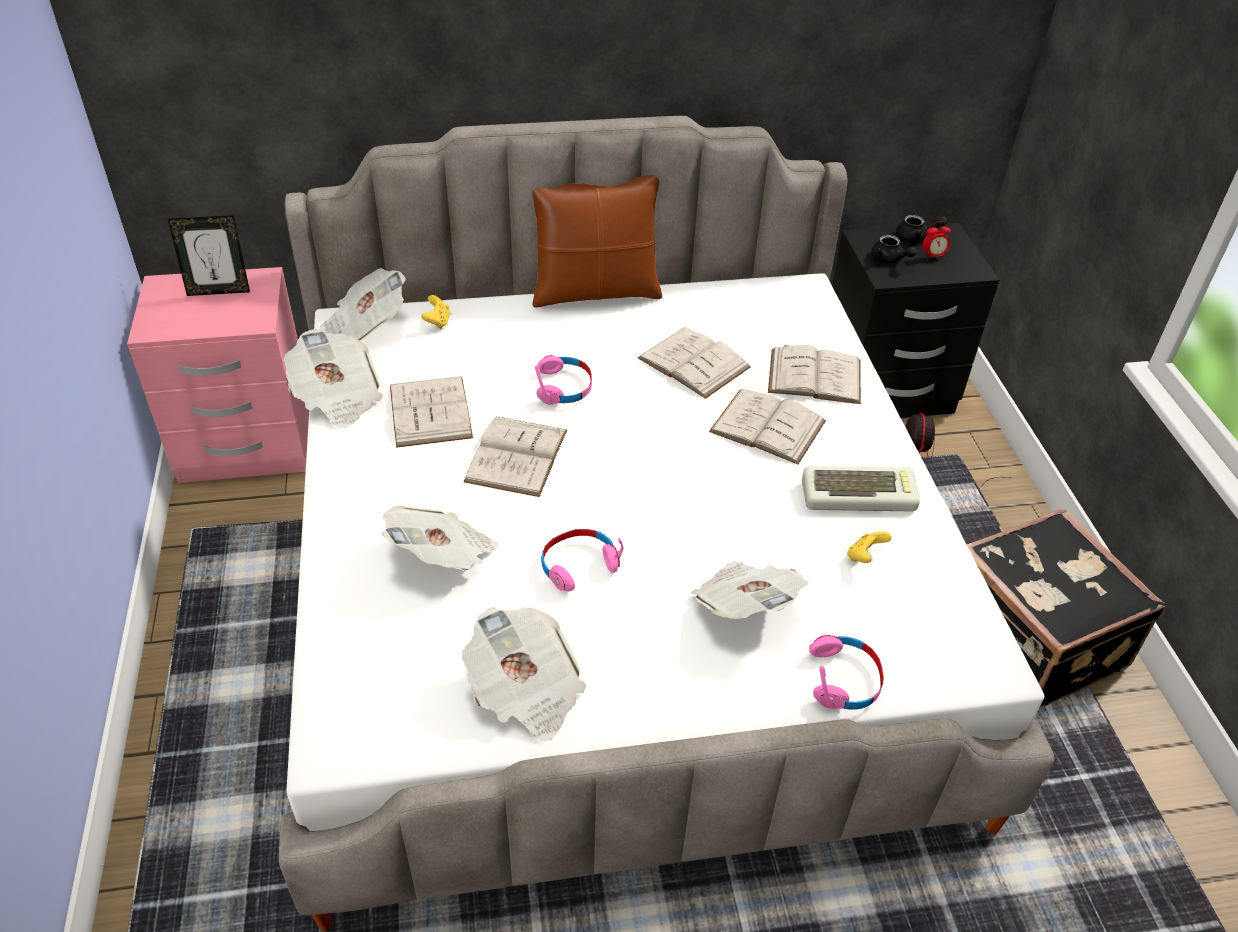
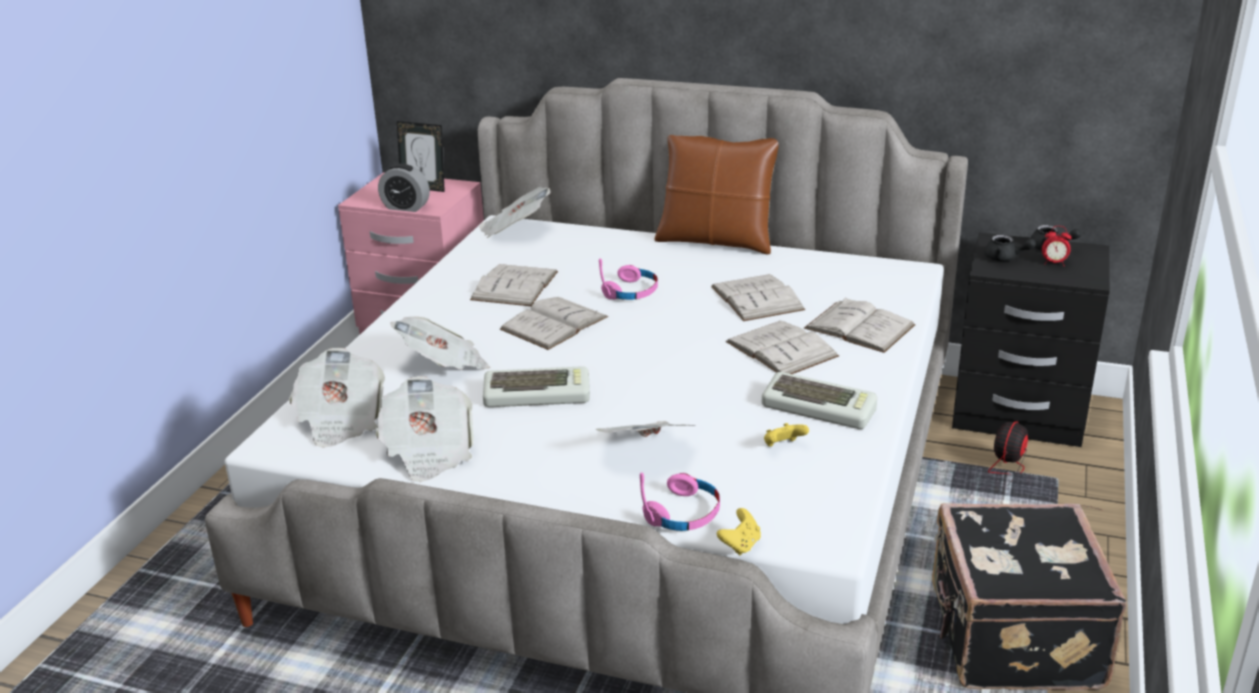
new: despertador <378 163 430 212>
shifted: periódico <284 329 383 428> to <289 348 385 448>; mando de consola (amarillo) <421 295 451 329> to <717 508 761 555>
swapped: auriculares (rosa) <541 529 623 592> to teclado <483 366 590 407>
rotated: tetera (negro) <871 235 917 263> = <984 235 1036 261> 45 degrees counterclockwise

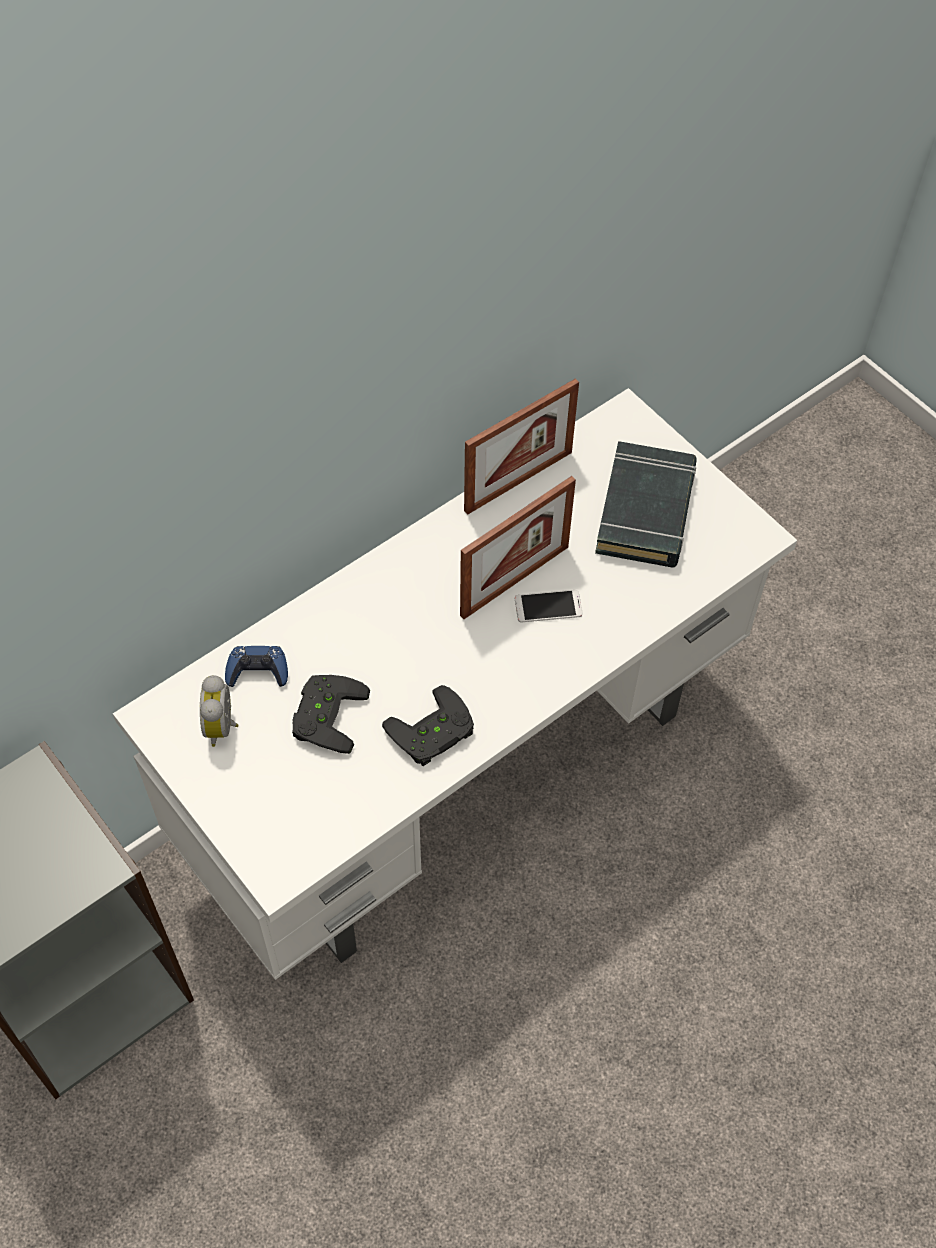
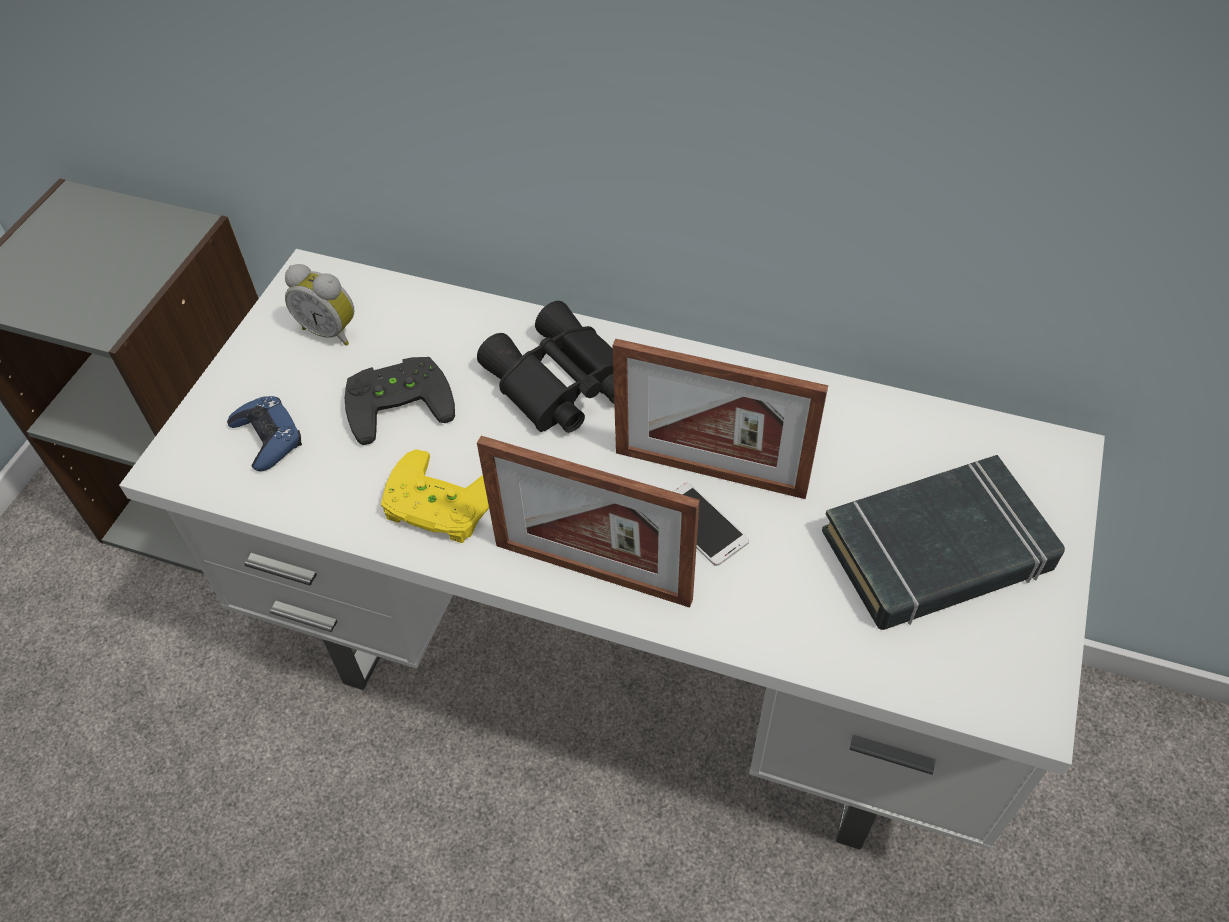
new: prismáticos (negro) <477 301 614 433>
shifted: mando de consola (azul) <225 646 288 687> to <227 396 302 471>; portarretratos <464 378 579 515> to <477 436 700 608>
repainted: mando de consola (negro) <382 685 474 766> to mando de consola (amarillo) <381 450 489 543>
rotated: despertador <200 675 239 747> = <285 264 354 346> 120 degrees counterclockwise

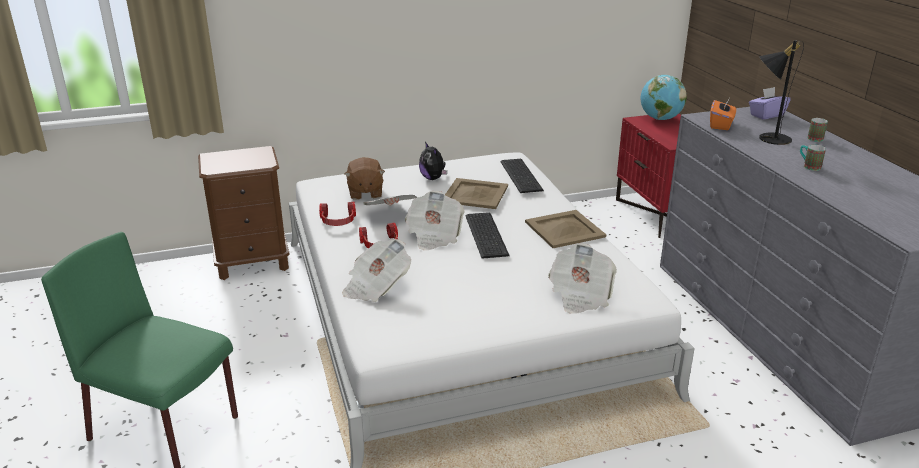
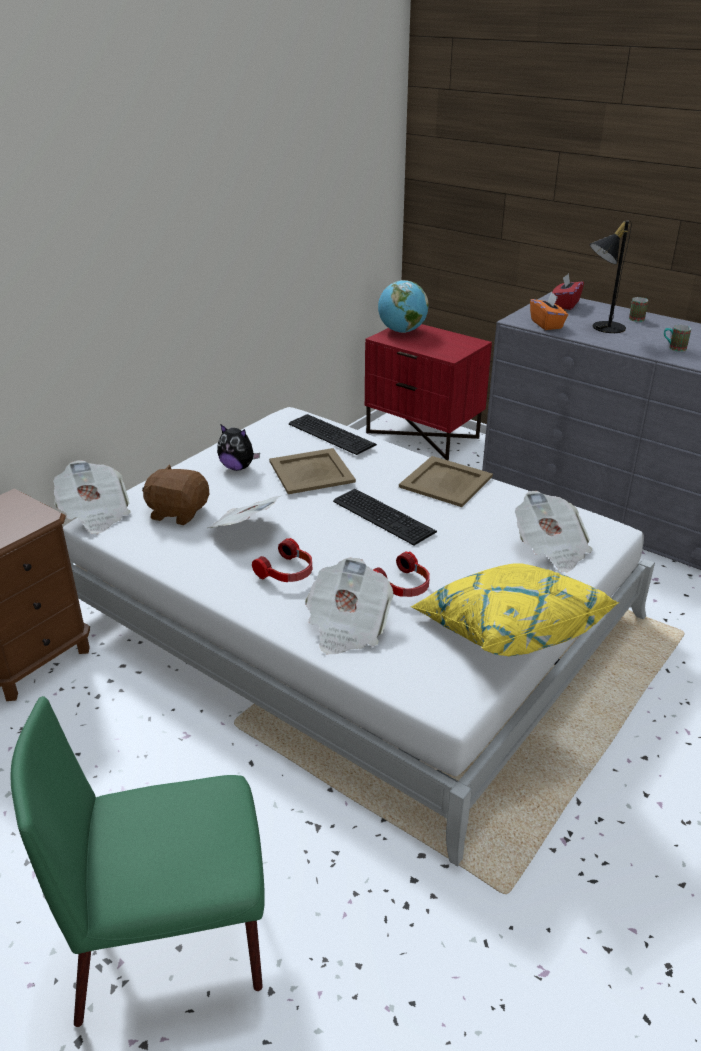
new: cojín (amarillo) <410 563 619 656>
shifted: auriculares <319 202 356 226> to <373 551 430 597>; periódico <405 191 465 250> to <53 460 131 534>
repainted: caja de pañuelos (morado) <749 87 791 119> to caja de pañuelos (rojo) <552 273 584 310>
rotated: peluche (marrón) <345 157 385 200> = <142 464 209 525> 150 degrees clockwise

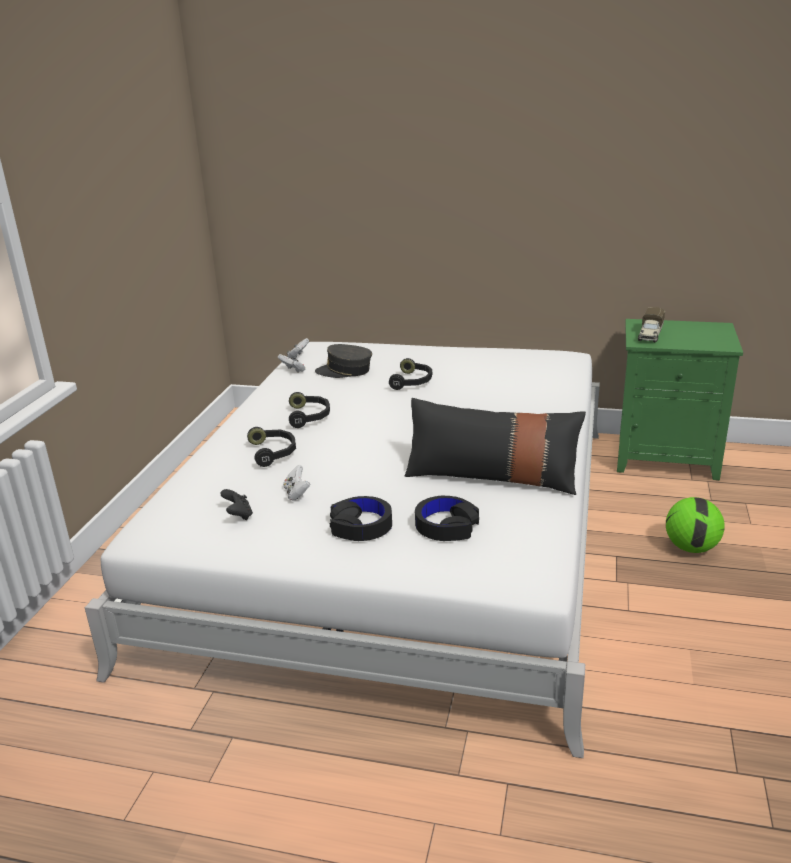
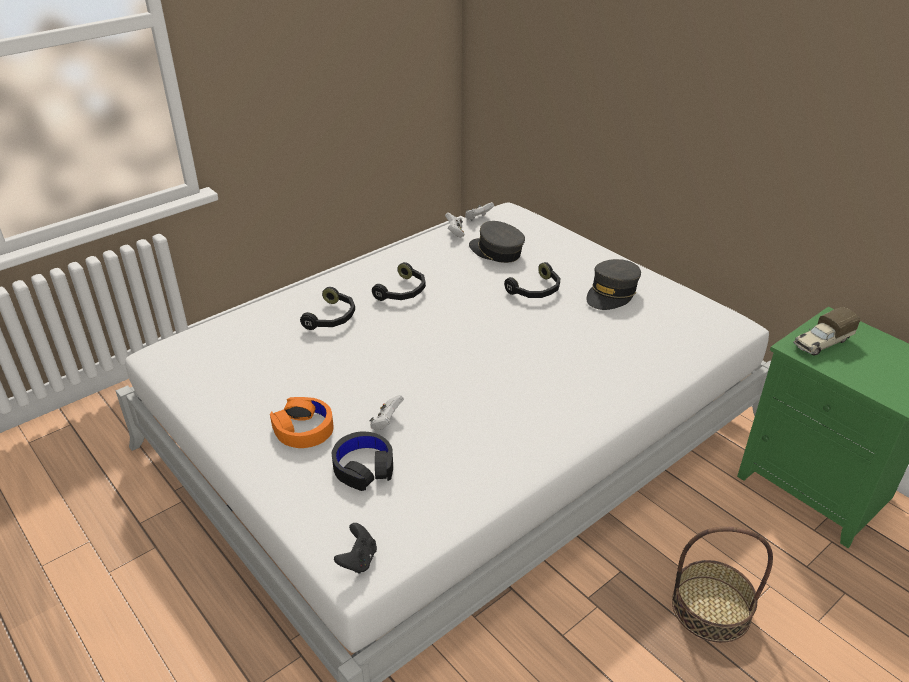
gone: cojín (negro) <405 398 586 495>
new: gorra (gris) <586 259 641 310>
shifted: mando de consola (negro) <220 489 253 520> to <334 523 377 574>; mando de consola (blanco) <283 465 310 501> to <370 395 404 430>
swapped: balón de fútbol <666 497 725 553> to cesta <672 527 773 643>
repainted: auriculares (negro) <330 496 392 541> to auriculares (naranja) <270 397 334 448>

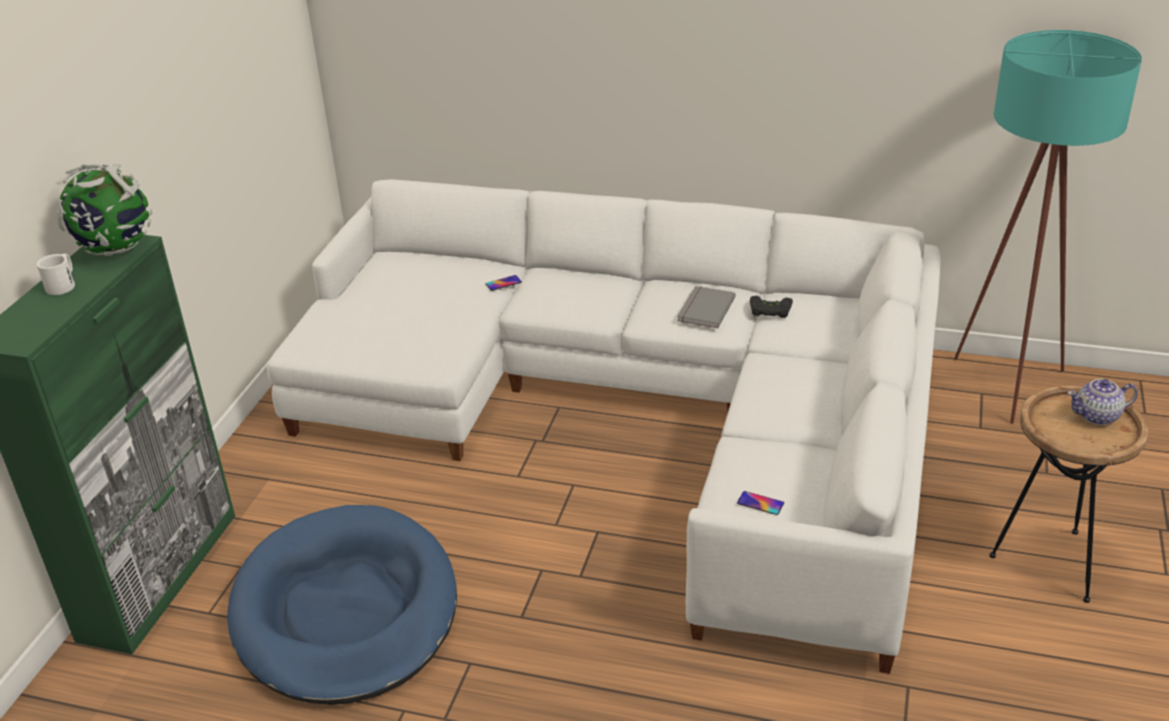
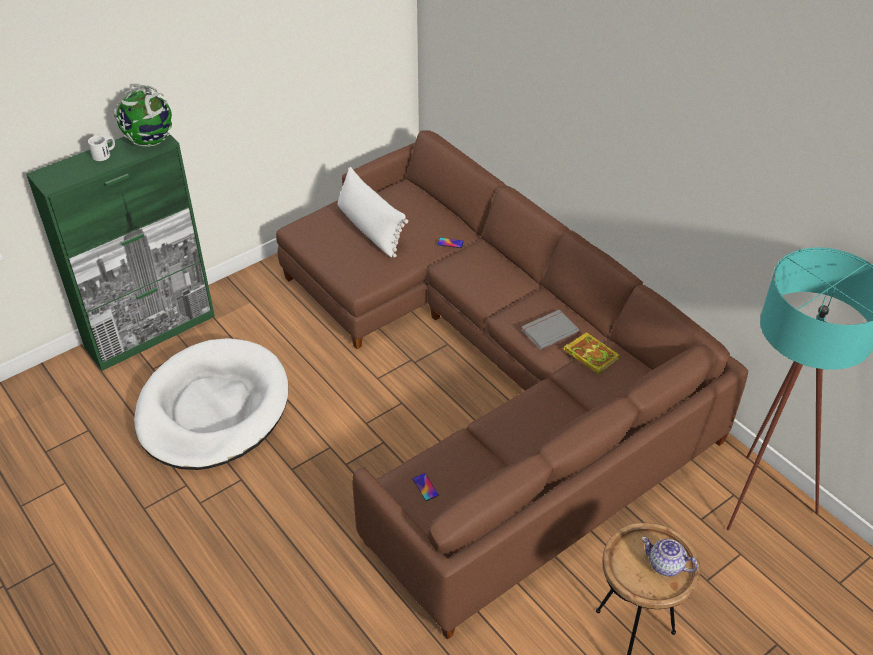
new: cojín (blanco) <338 167 408 258>
swapped: mando de consola (negro) <750 296 793 318> to libro <563 332 619 375>
repainted: cama para perro (azul) <227 505 457 705> to cama para perro (blanco) <134 338 289 470>; sofá (blanco) <267 179 941 674> to sofá (marrón) <276 130 748 640>

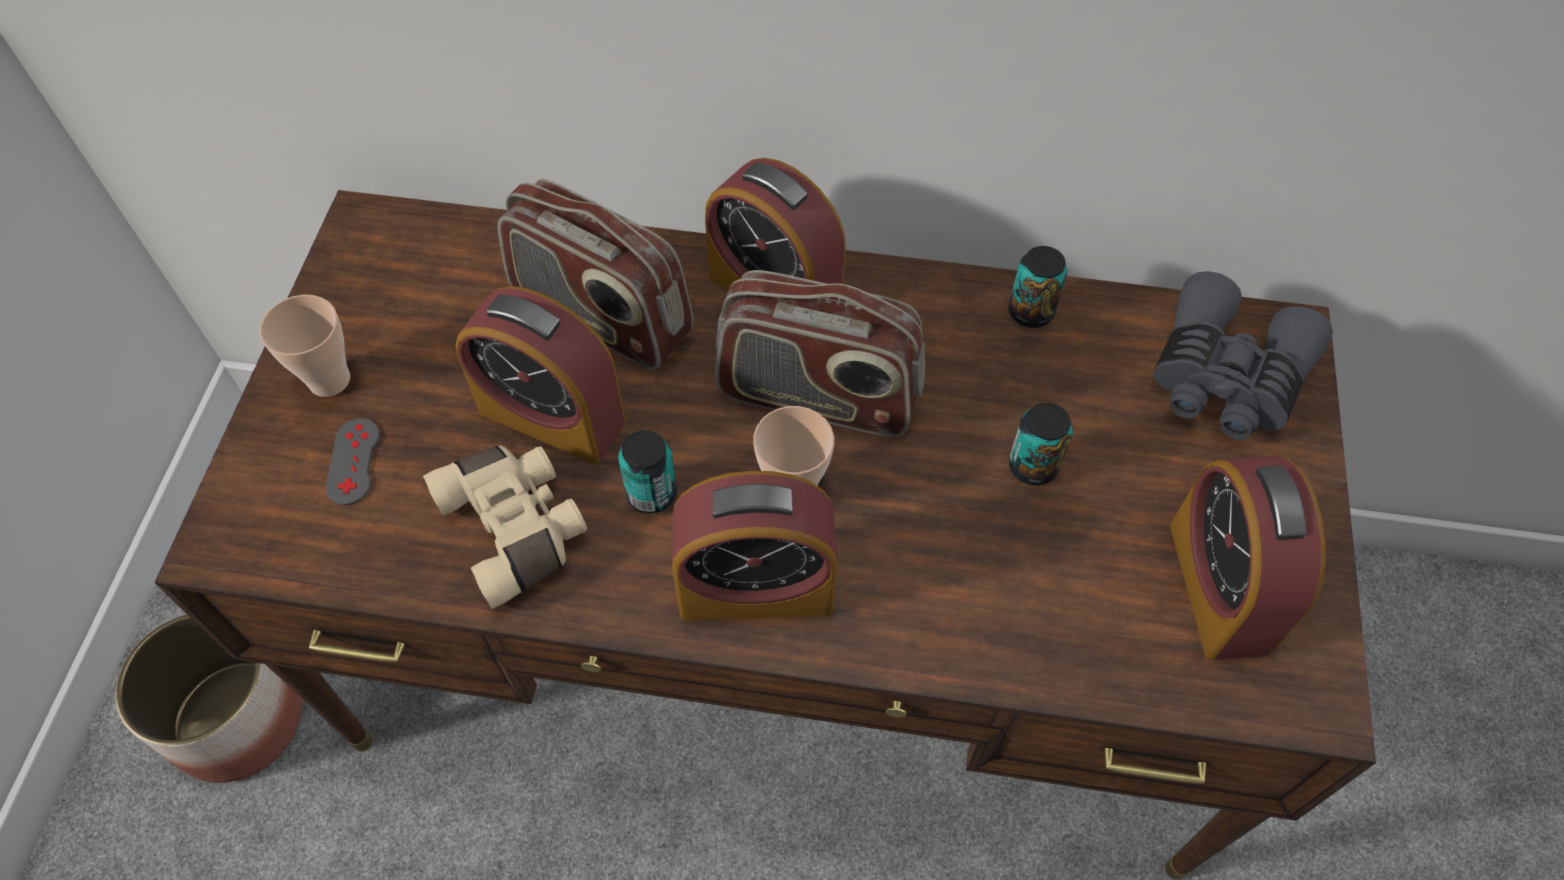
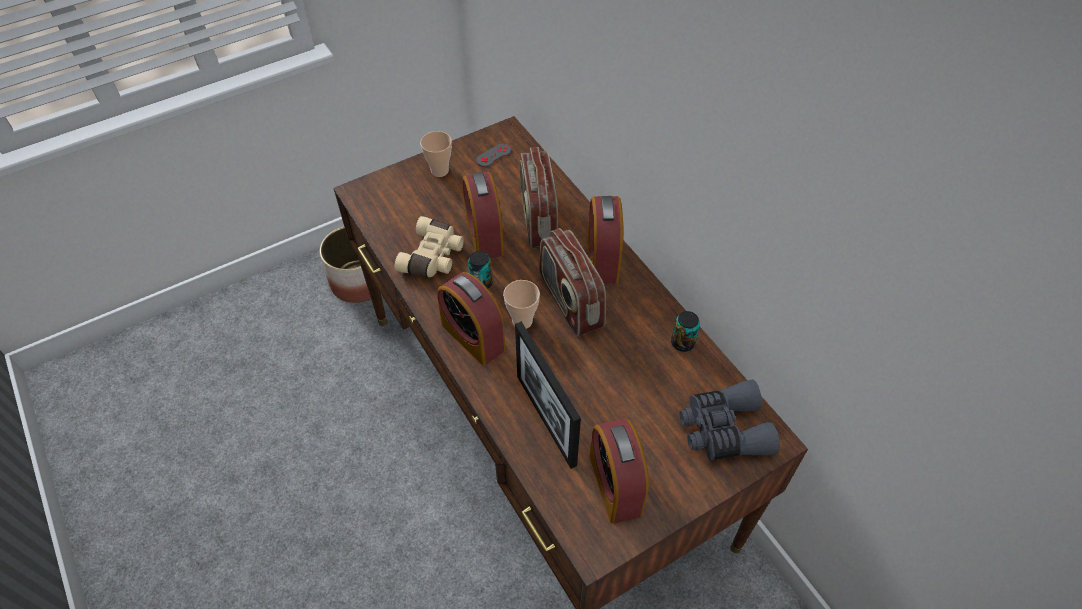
gone: lata <1009 402 1073 486>
new: portarretratos <515 321 581 469>
shifted: mando de consola (gris) <325 418 380 505> to <476 144 511 167>
rotated: despertador <1170 456 1326 660> = <590 418 649 524> 60 degrees counterclockwise

